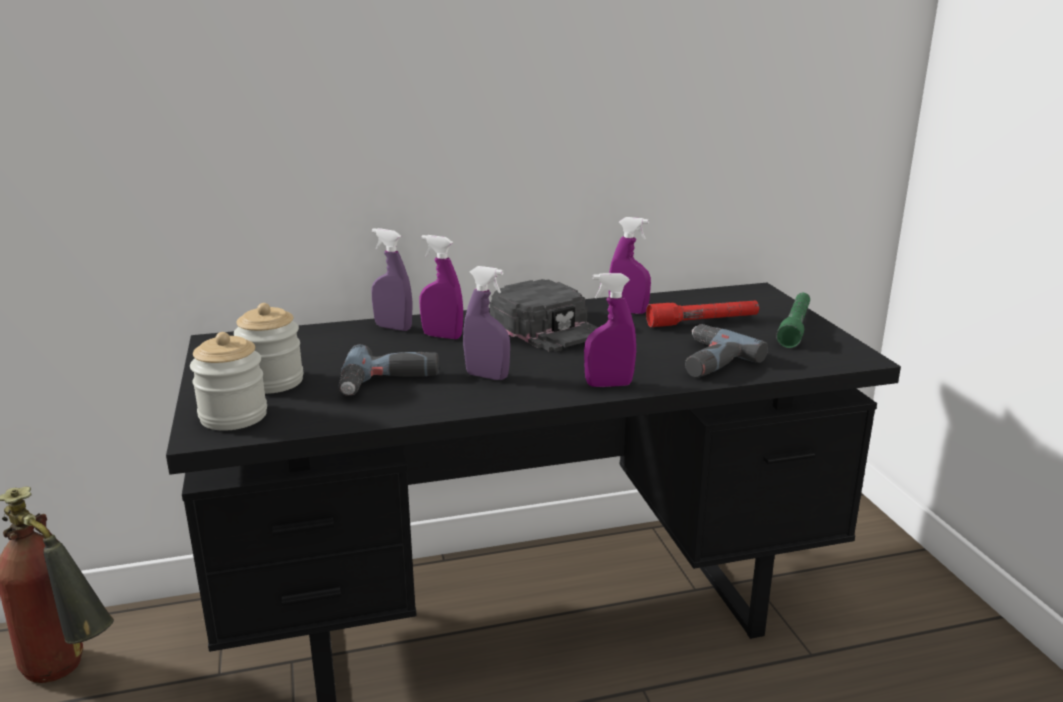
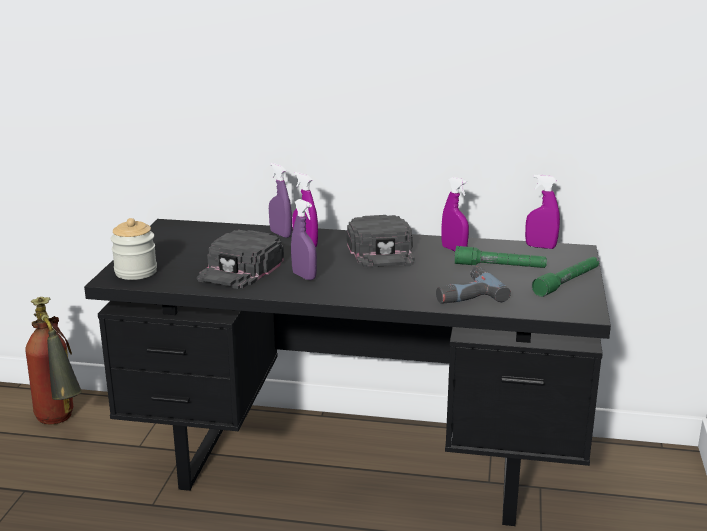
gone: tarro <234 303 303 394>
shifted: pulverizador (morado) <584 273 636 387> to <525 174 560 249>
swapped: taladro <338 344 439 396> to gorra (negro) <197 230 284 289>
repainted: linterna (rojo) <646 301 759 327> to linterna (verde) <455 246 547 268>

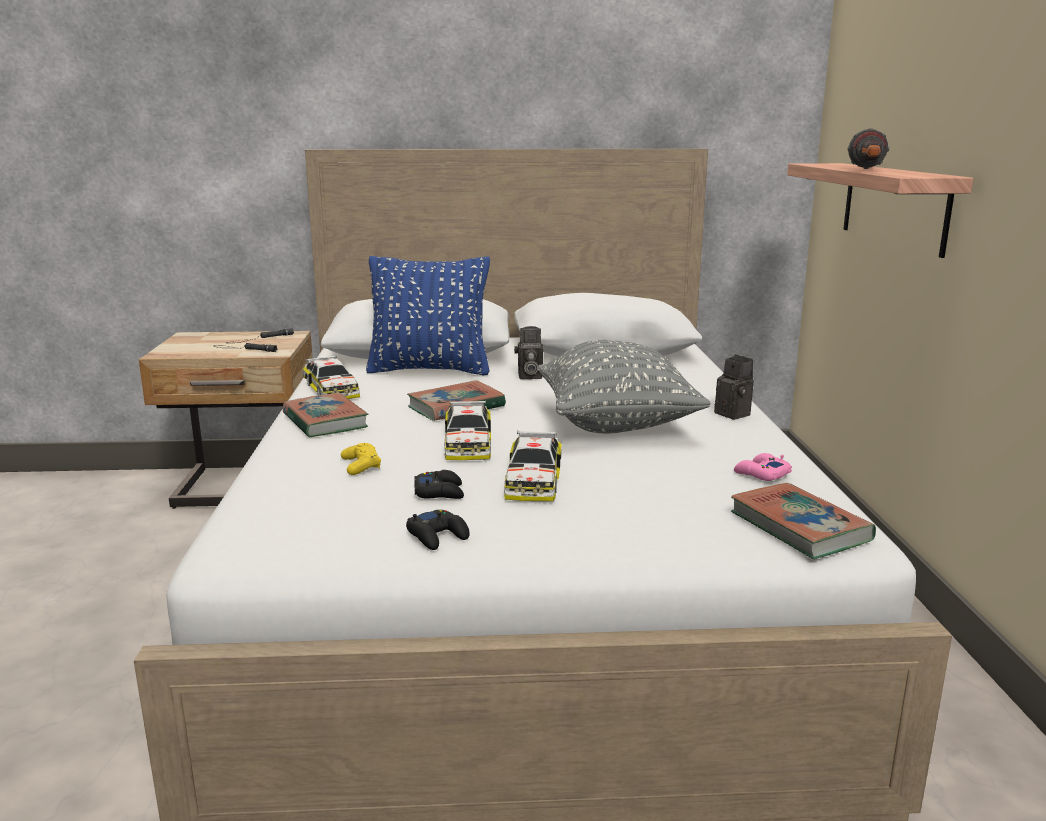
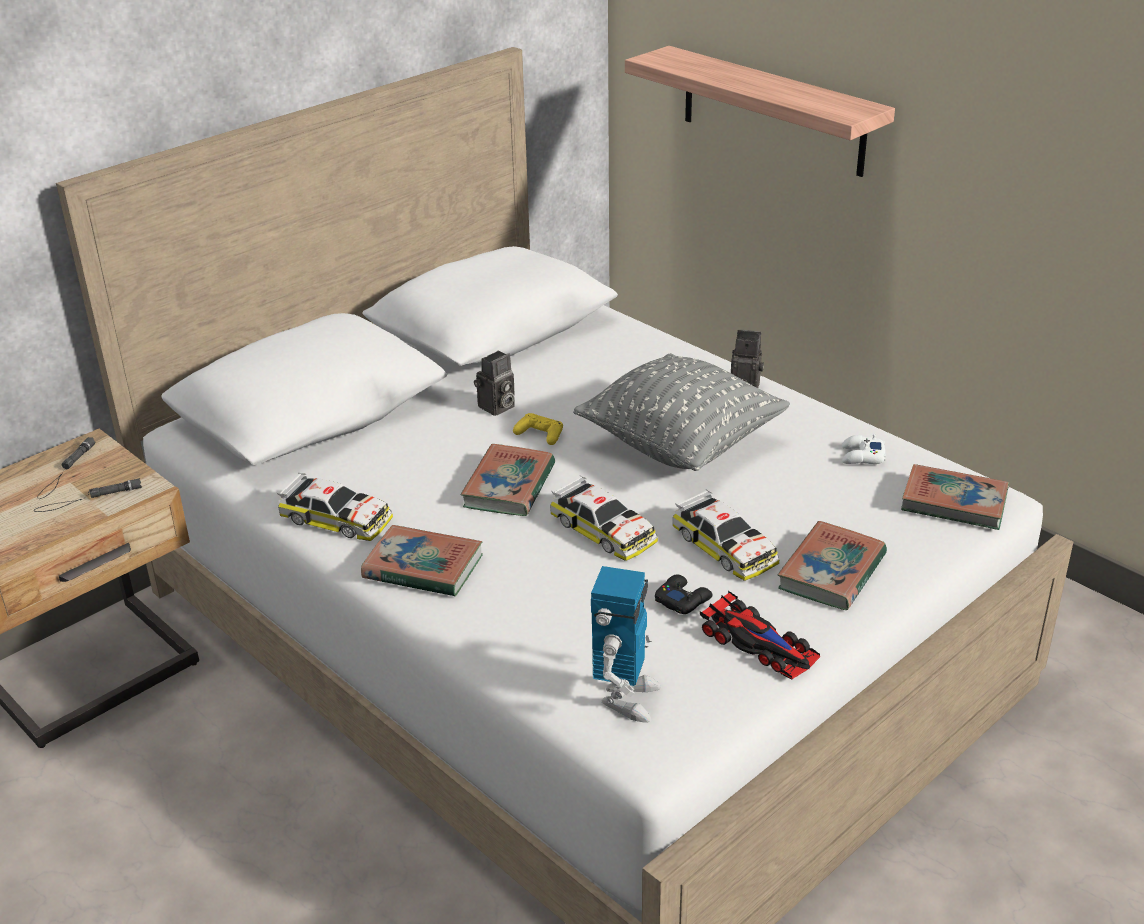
gone: cojín (azul) <366 256 490 375>; linterna <848 128 889 169>
new: robot de juguete <591 566 662 723>; libro <778 521 887 610>
shifted: mando de consola (amarillo) <341 443 381 475> to <513 413 563 445>
swapped: mando de consola (negro) <406 510 470 550> to coche de juguete <700 591 821 680>
repainted: mando de consola (rosa) <734 453 792 481> to mando de consola (blanco) <842 434 886 464>

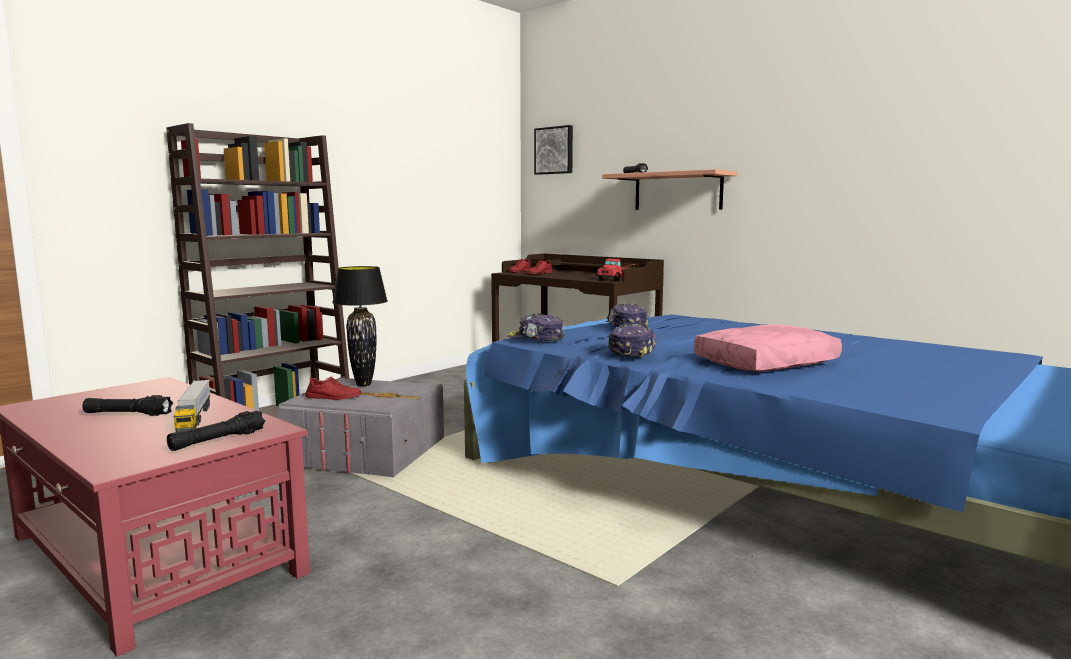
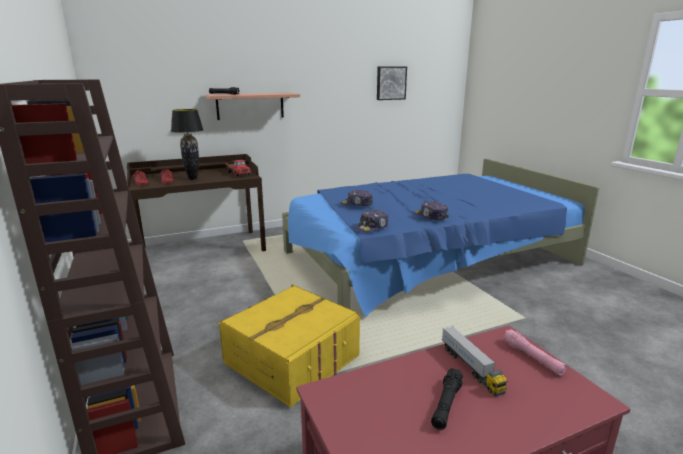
gone: zapato (rojo) <306 377 362 400>; cojín (rosa) <694 324 842 372>
shifted: lámpara de mesa (negro) <332 266 388 386> to <171 109 204 180>; cuadro <534 125 573 175> to <377 66 407 100>
repainted: linterna (negro) <167 411 265 451> to linterna (rosa) <503 329 567 376>; caja de almacenaje (gris) <278 376 444 477> to caja de almacenaje (amarillo) <219 284 360 408>
rotated: camión de juguete <174 380 210 432> = <442 326 507 396> 60 degrees clockwise

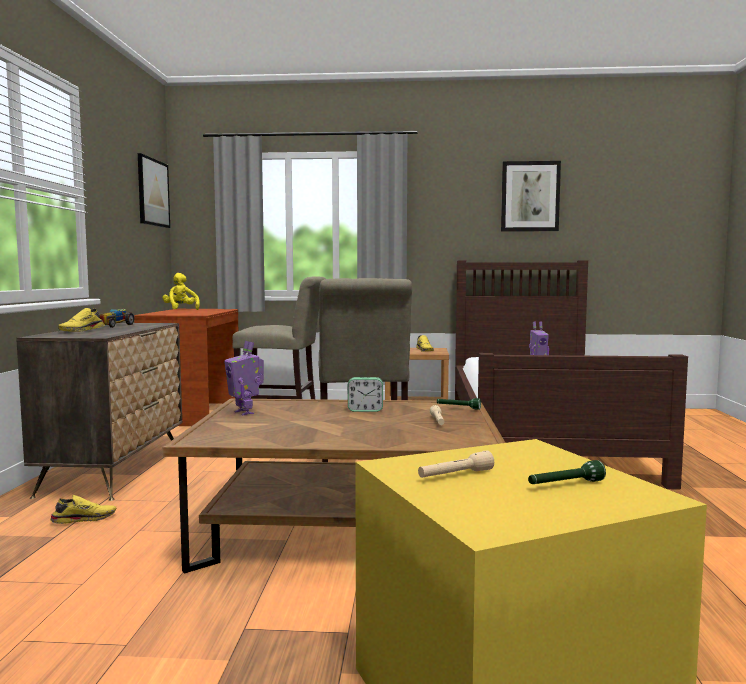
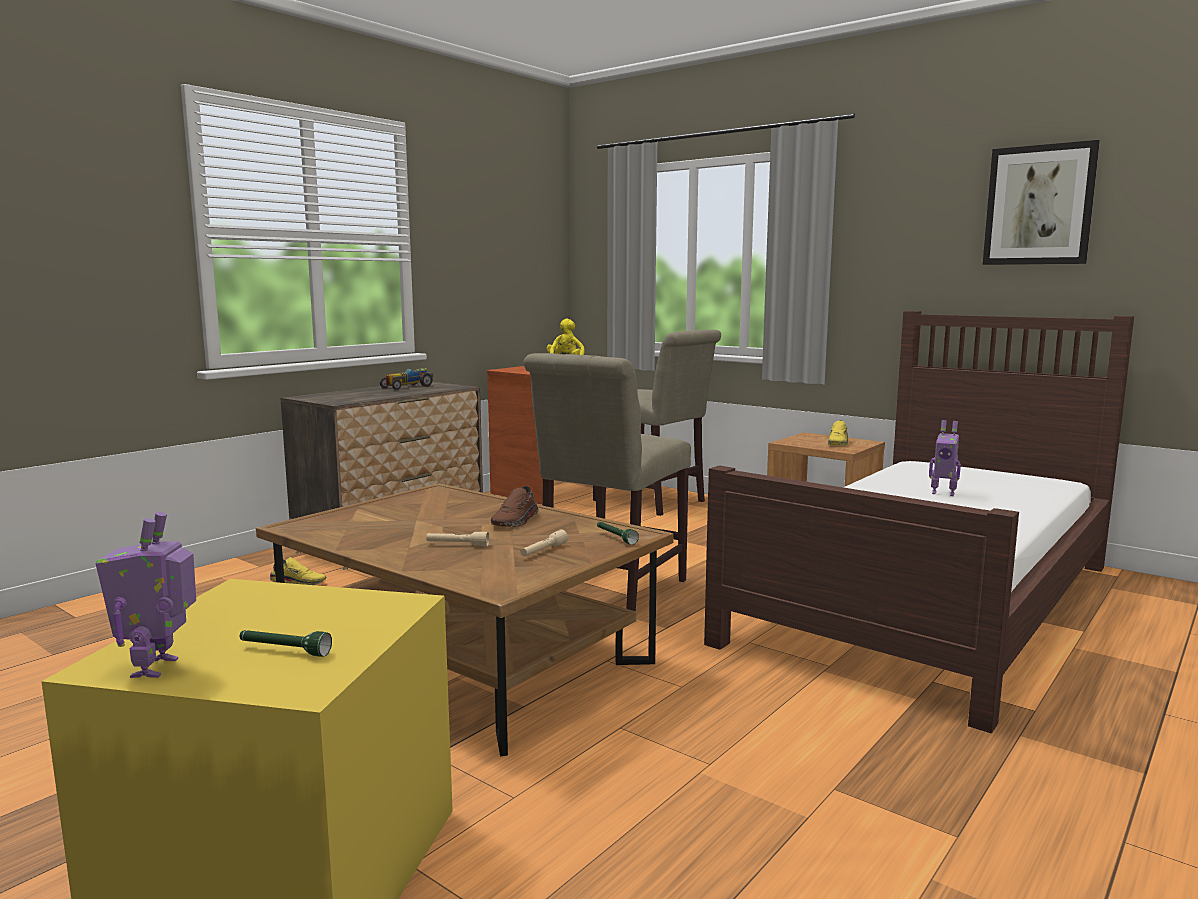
gone: zapato (amarillo) <58 308 105 332>; cuadro <138 153 170 228>
shifted: robot de juguete <224 341 264 415> to <95 512 196 678>; linterna (beis) <418 450 494 478> to <426 531 489 546>
swapped: despertador <348 377 383 412> to zapato (marrón) <491 486 539 527>

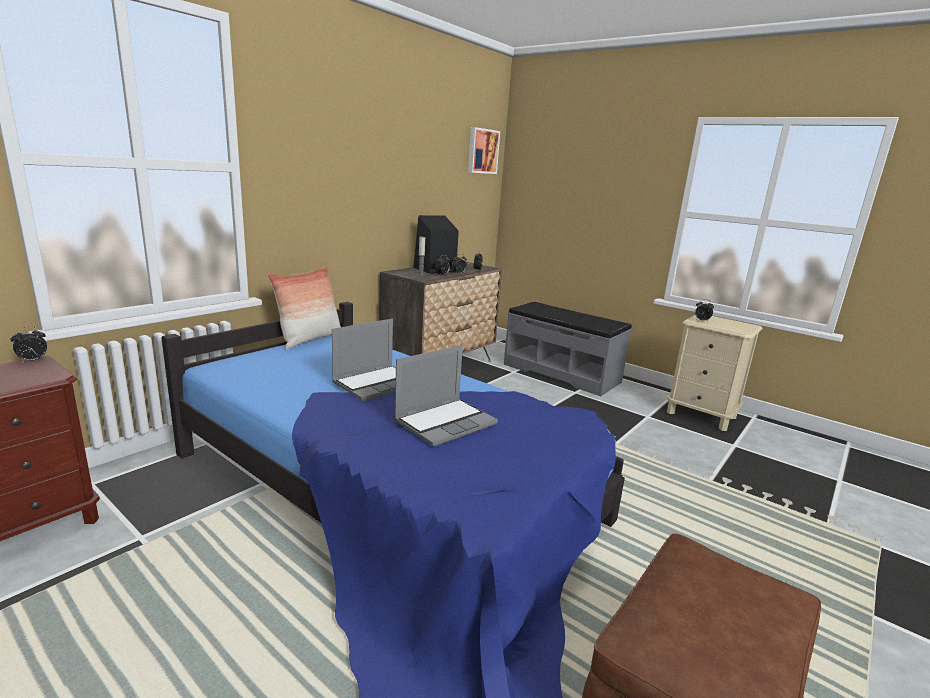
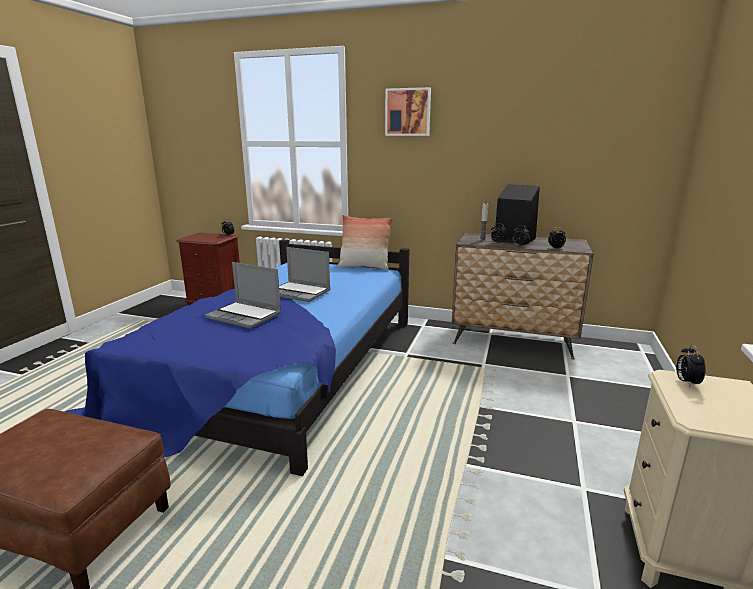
gone: banco (gris) <504 302 632 396>
shifted: cuadro <468 127 500 174> to <385 87 431 136>

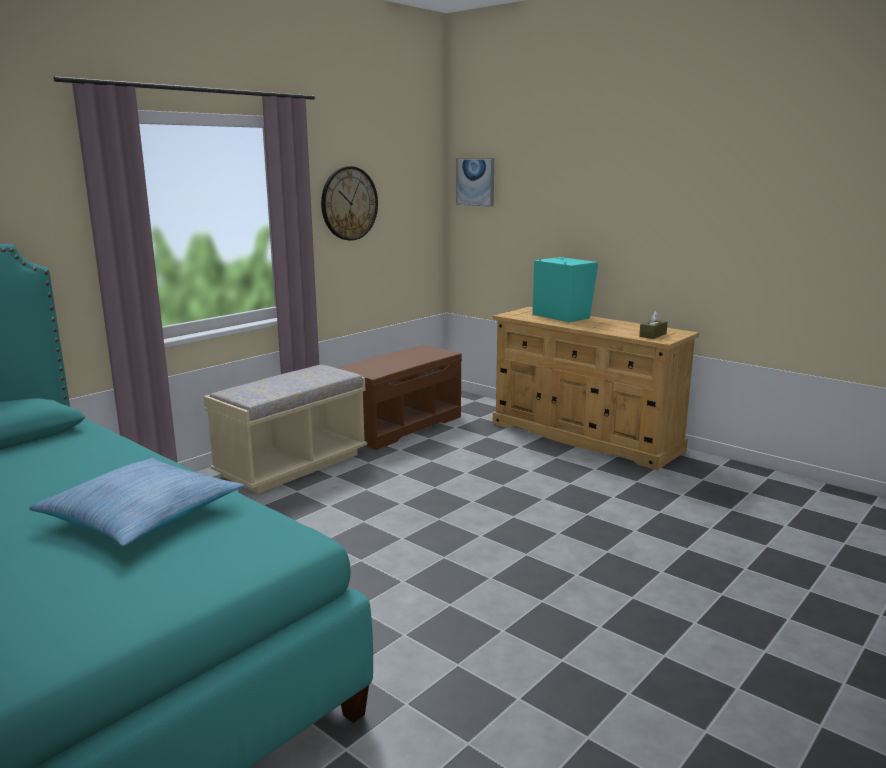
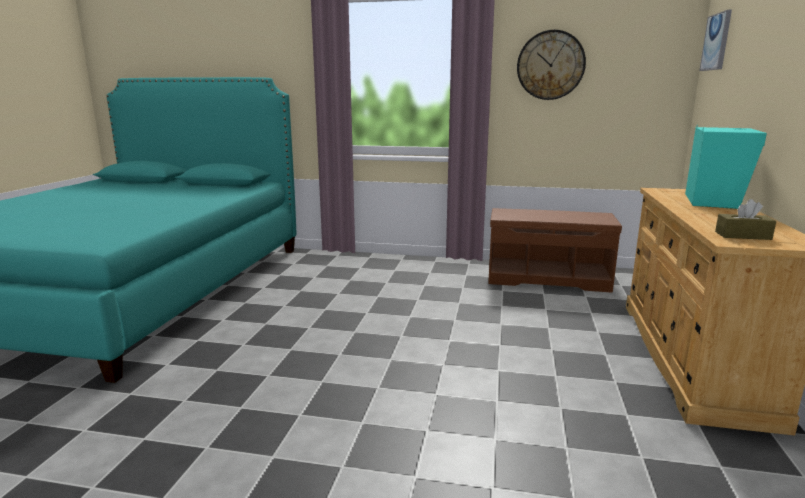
gone: cojín <29 458 244 546>; banco (beis) <204 365 367 494>

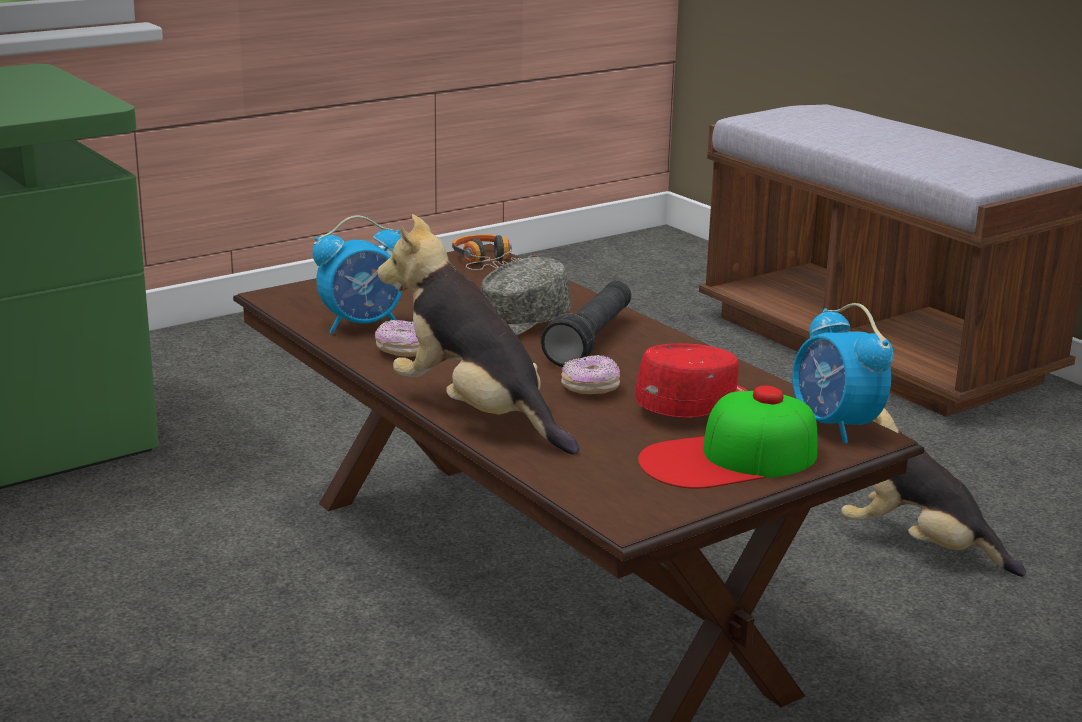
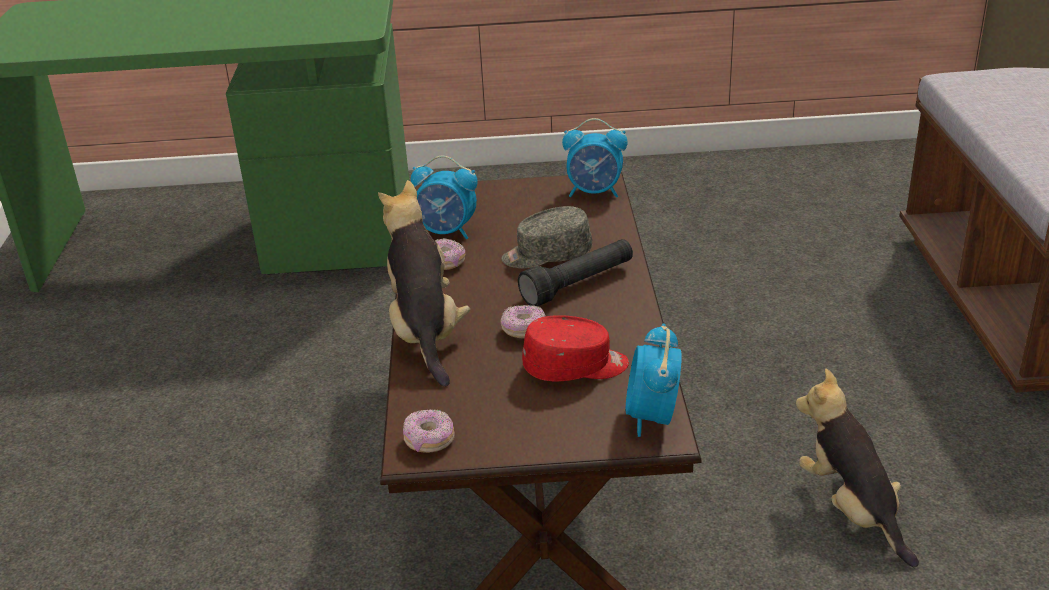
gone: gorra <638 386 818 489>
new: rosquilla <403 410 455 453>
swapped: auriculares <452 234 540 270> to despertador <562 118 628 198>

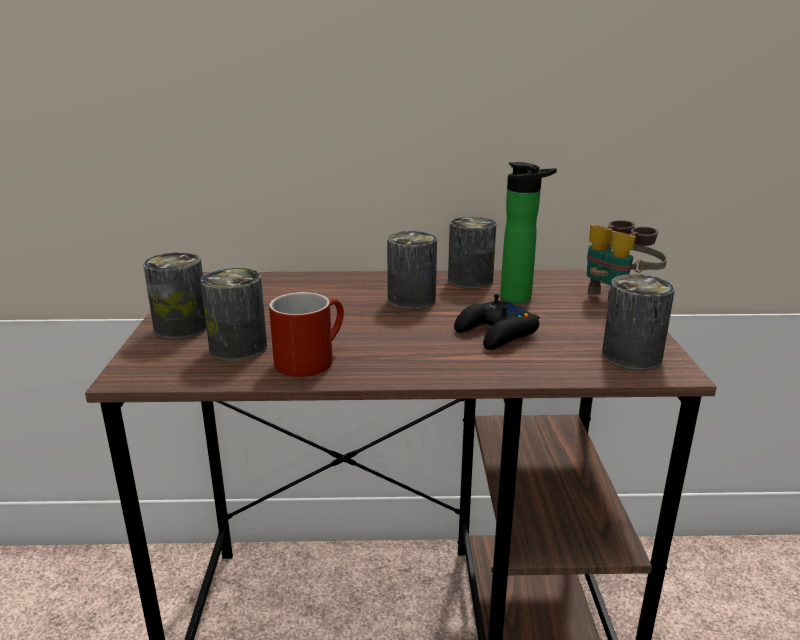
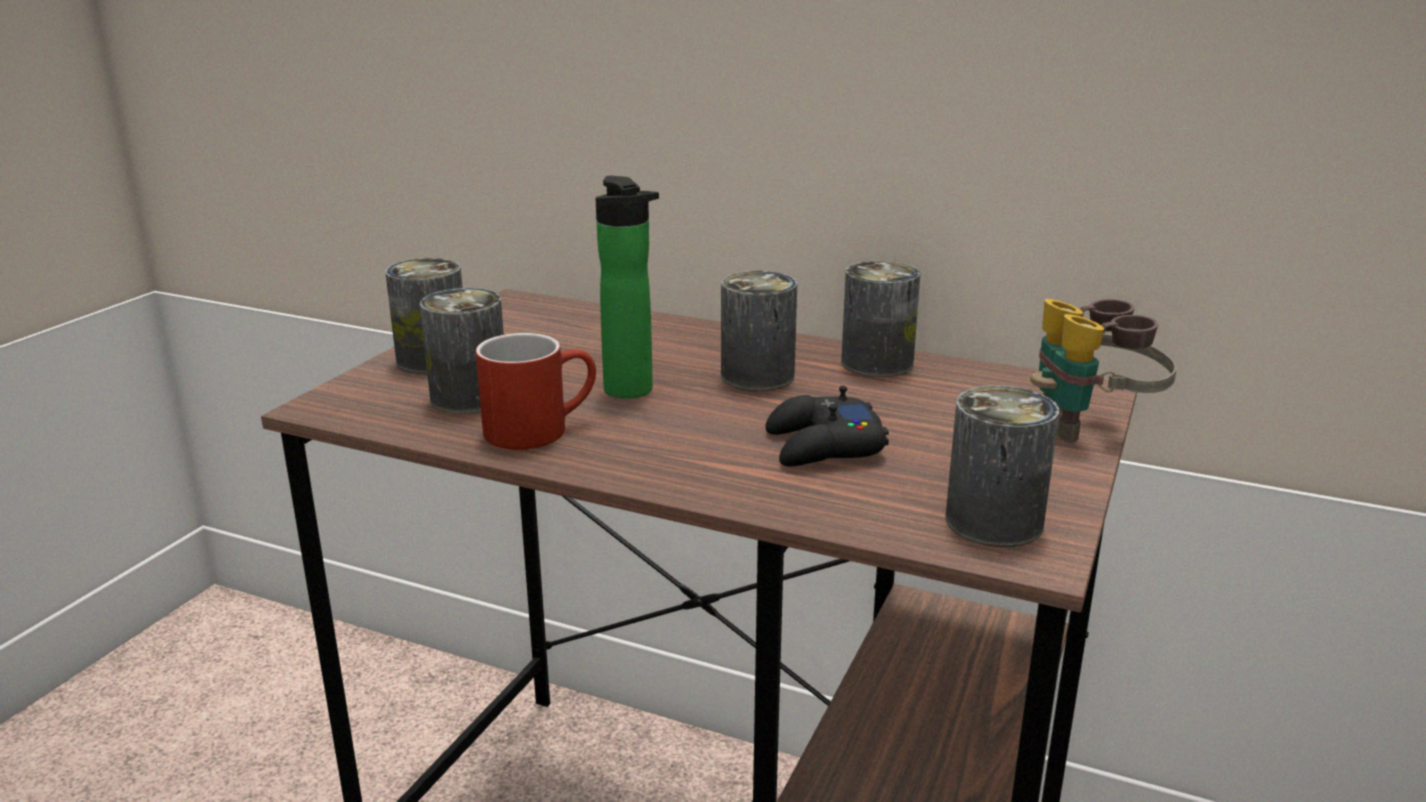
shifted: botella <500 162 557 303> to <596 176 659 399>

